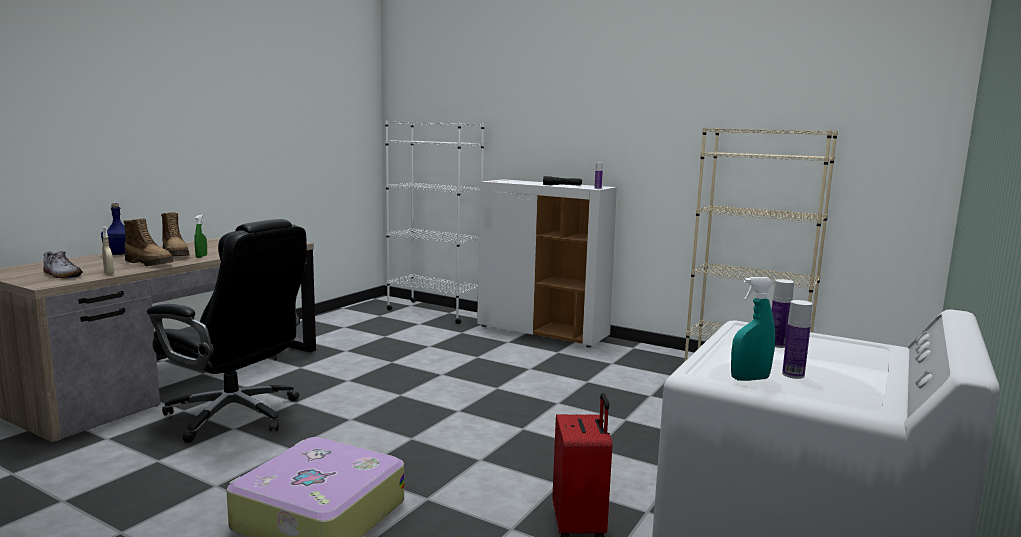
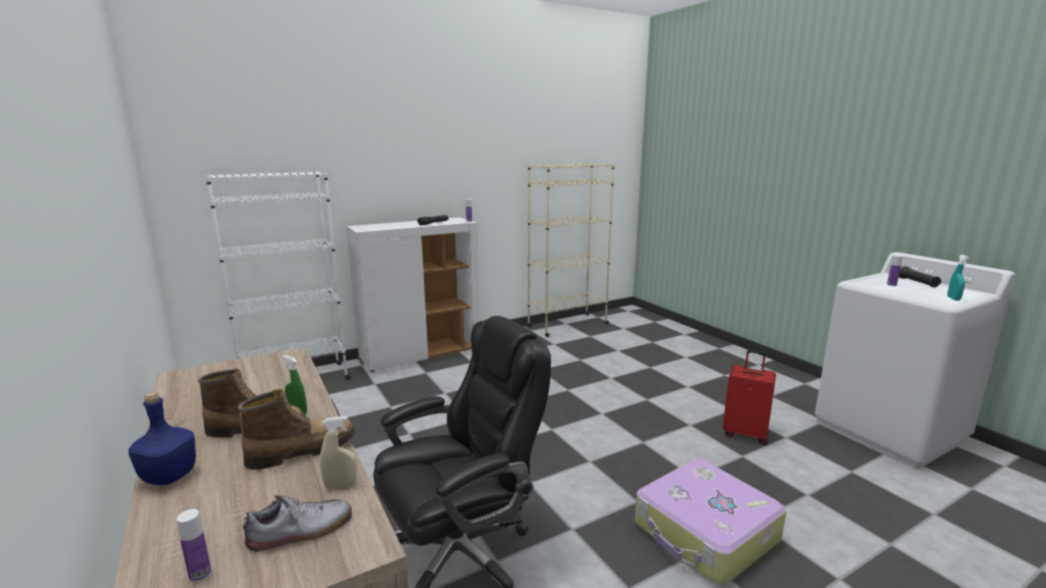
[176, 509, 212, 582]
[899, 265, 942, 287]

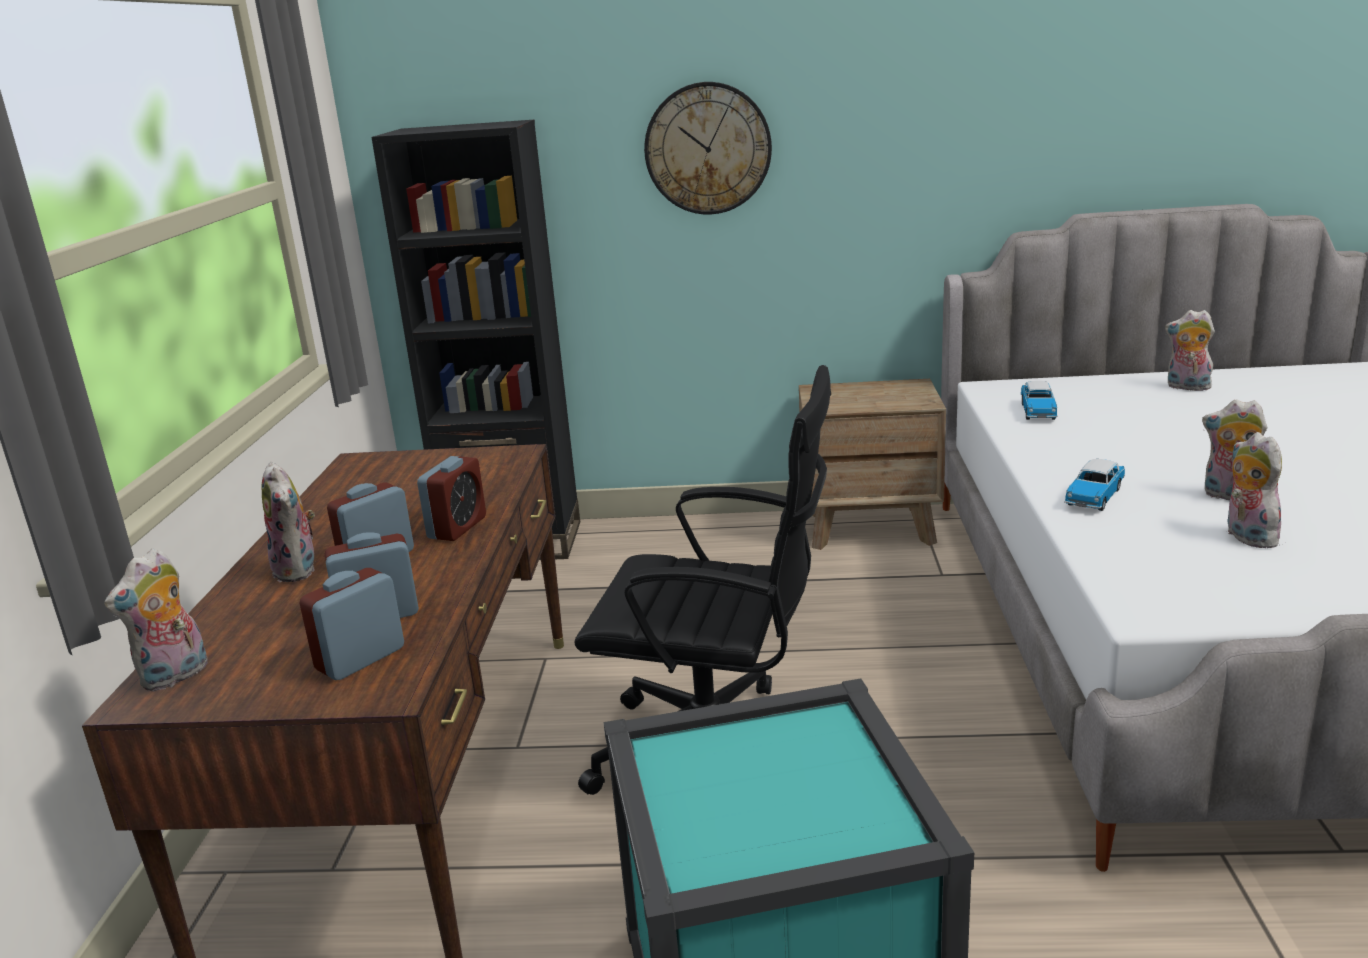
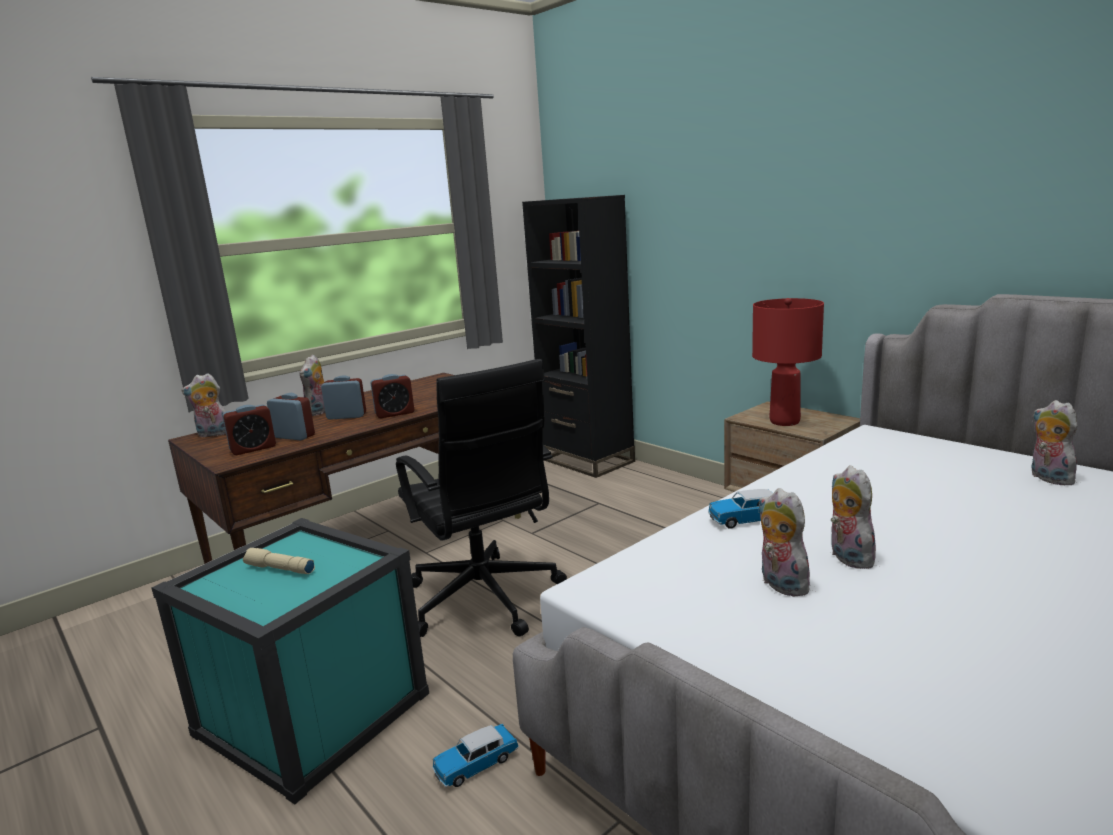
[222, 405, 276, 455]
[243, 548, 315, 574]
[432, 724, 519, 787]
[752, 298, 824, 426]
[758, 488, 810, 597]
[644, 82, 772, 214] (first image)

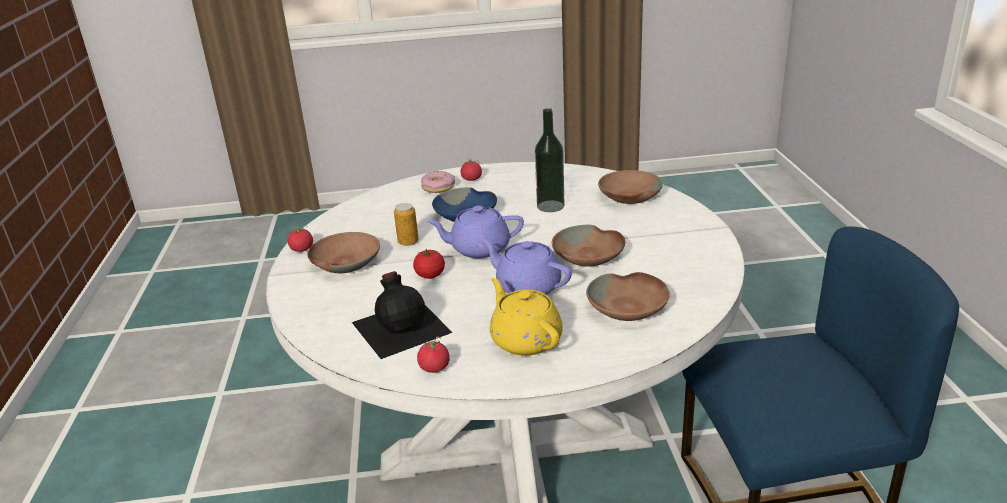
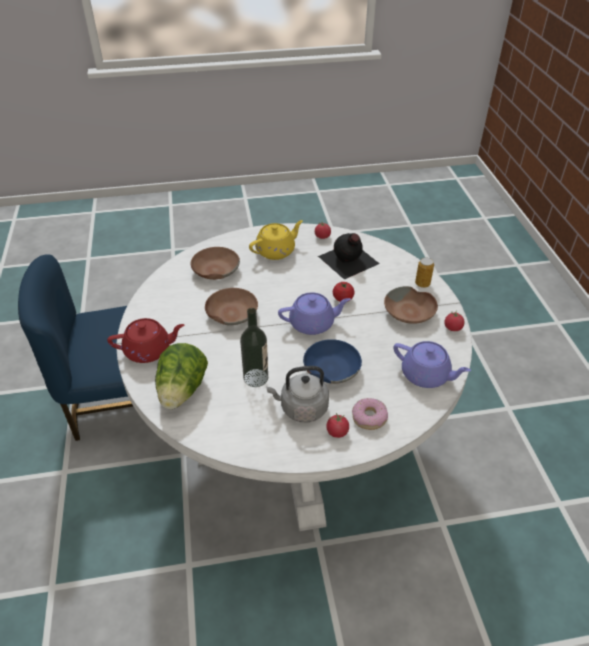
[107, 318, 184, 363]
[155, 343, 208, 409]
[249, 220, 303, 260]
[267, 366, 329, 422]
[394, 341, 471, 388]
[415, 257, 434, 288]

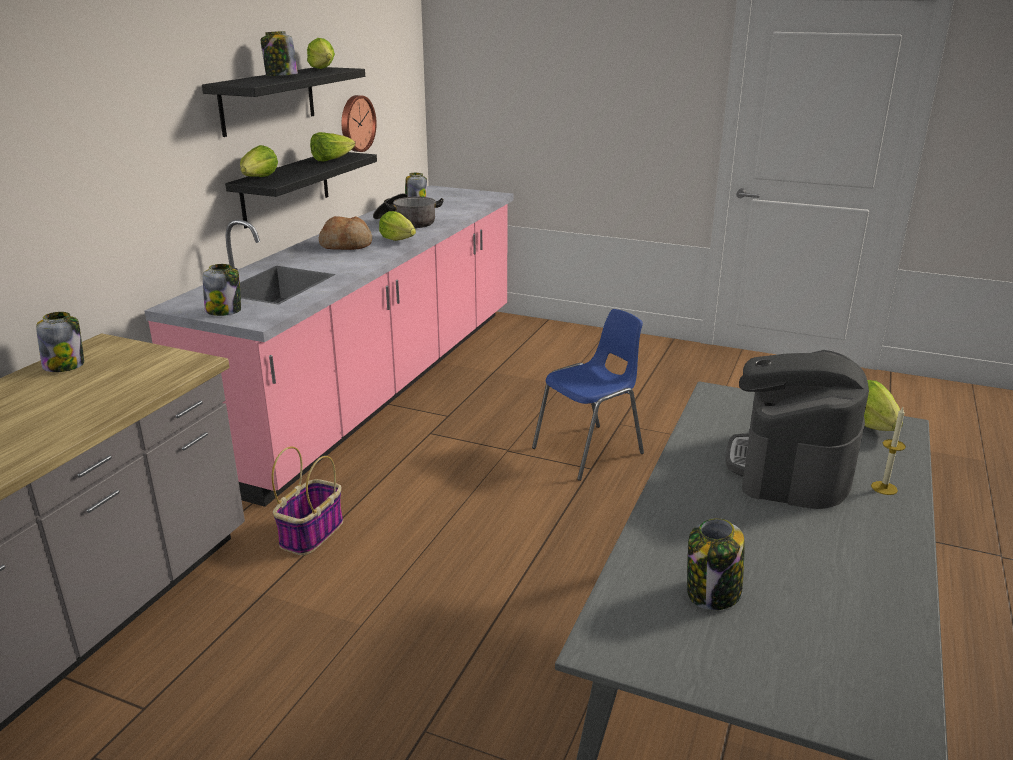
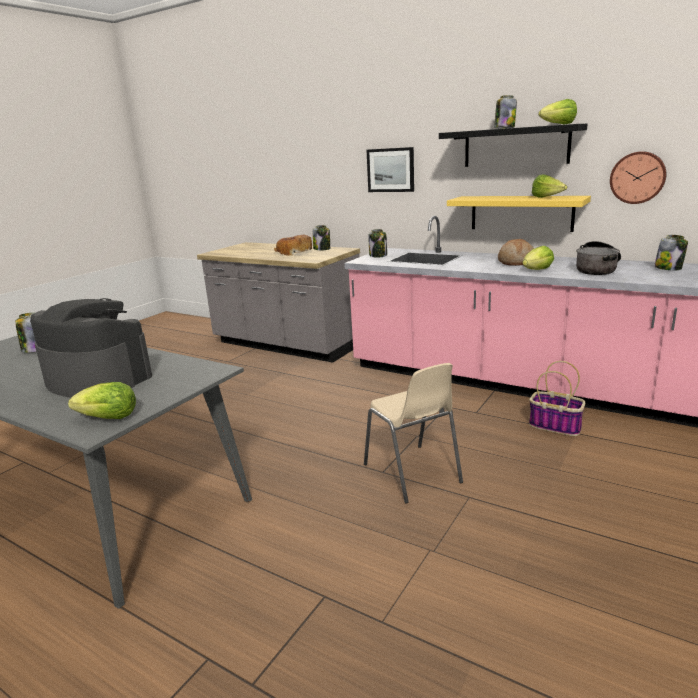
[274, 235, 312, 256]
[364, 363, 463, 504]
[367, 147, 414, 192]
[447, 196, 591, 232]
[529, 361, 585, 436]
[240, 145, 278, 177] (first image)
[871, 407, 906, 495] (first image)

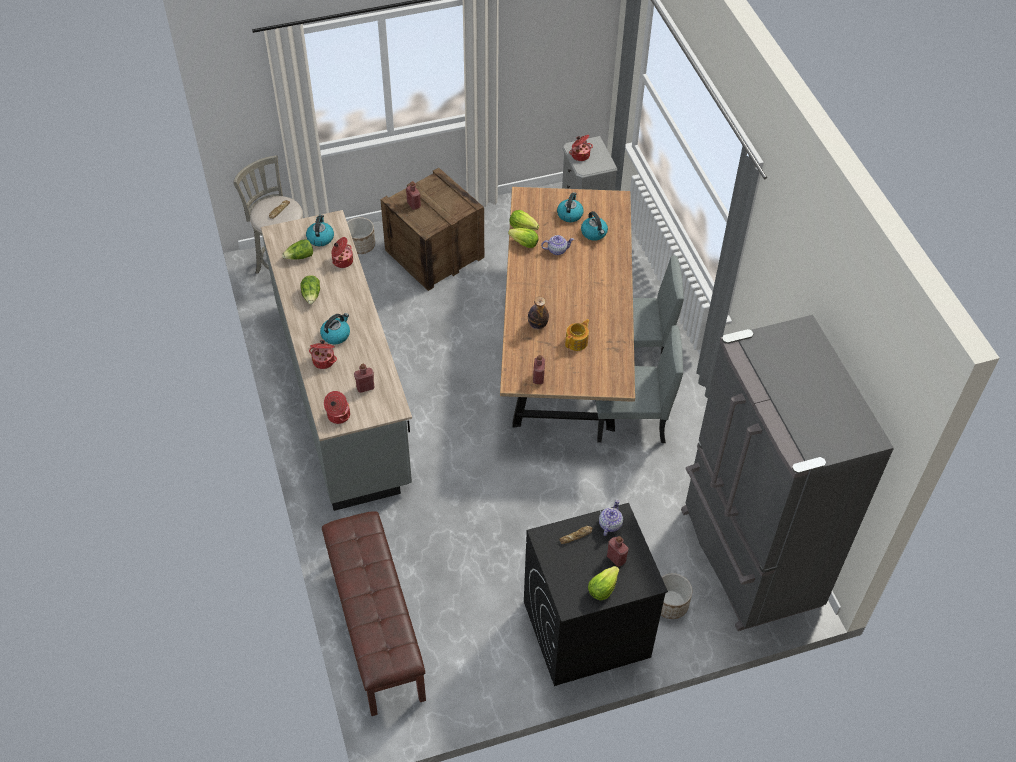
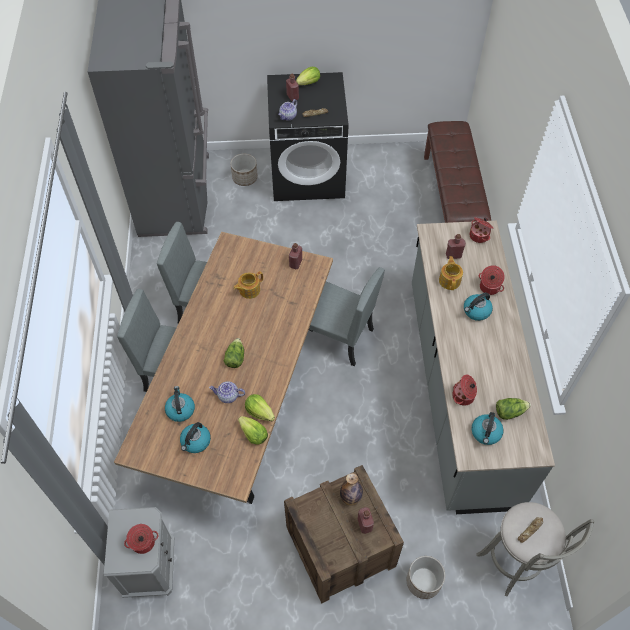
[223, 338, 244, 368]
[309, 267, 385, 366]
[340, 473, 363, 506]
[439, 256, 463, 290]

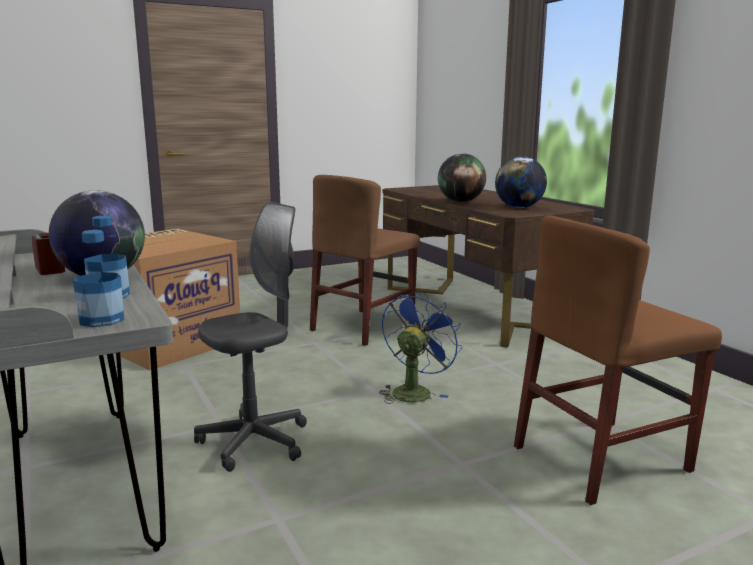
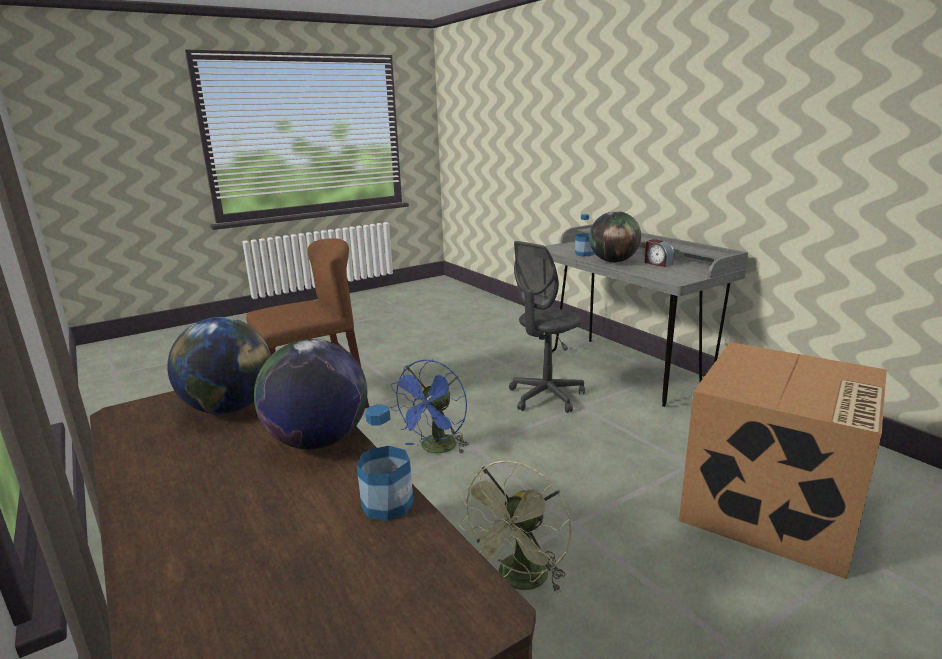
[357, 404, 414, 521]
[458, 461, 572, 593]

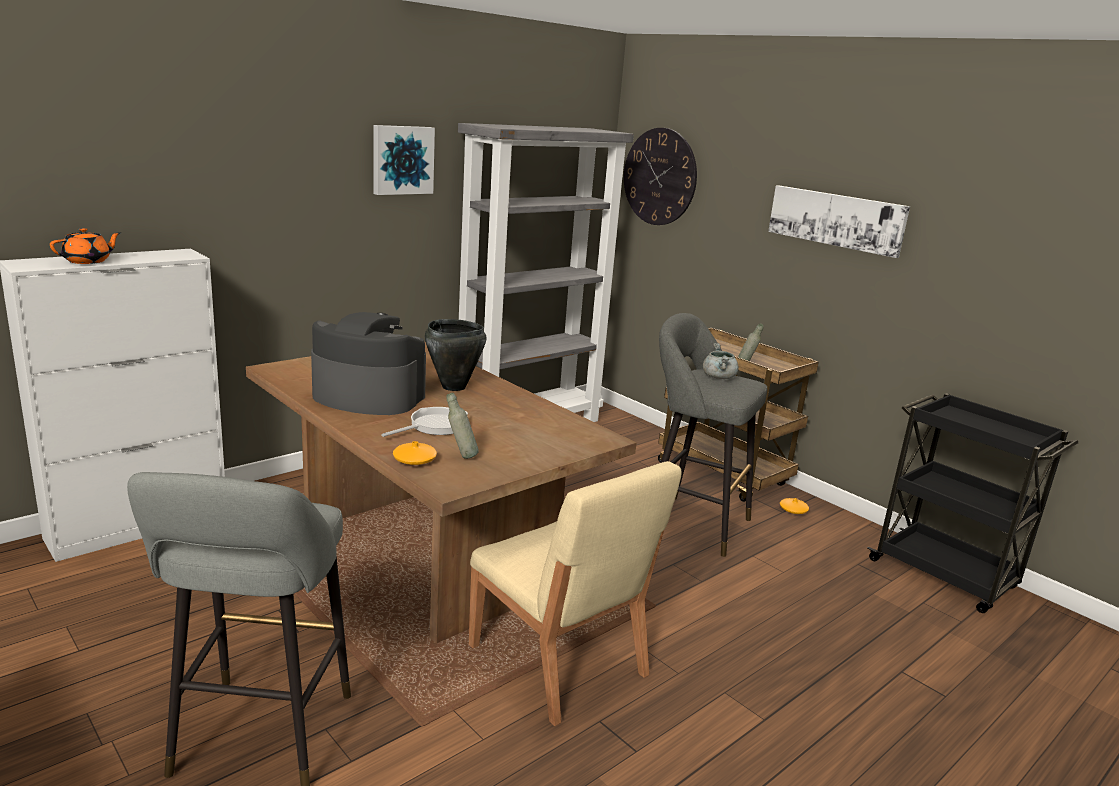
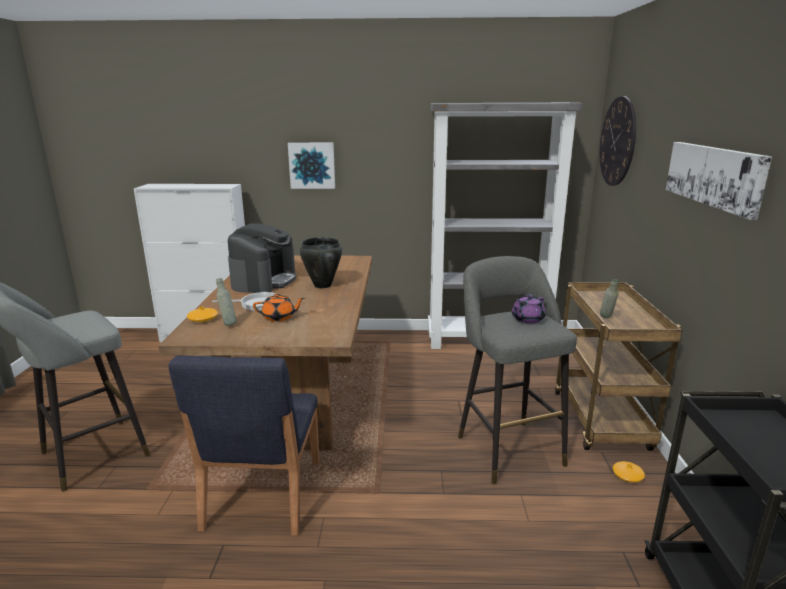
[168, 356, 320, 536]
[228, 223, 297, 293]
[253, 294, 305, 322]
[288, 143, 335, 189]
[512, 294, 546, 323]

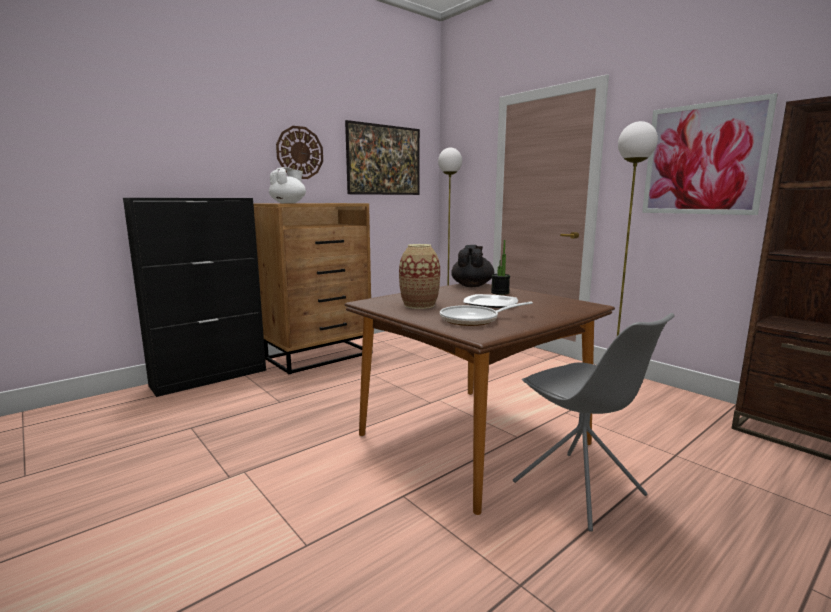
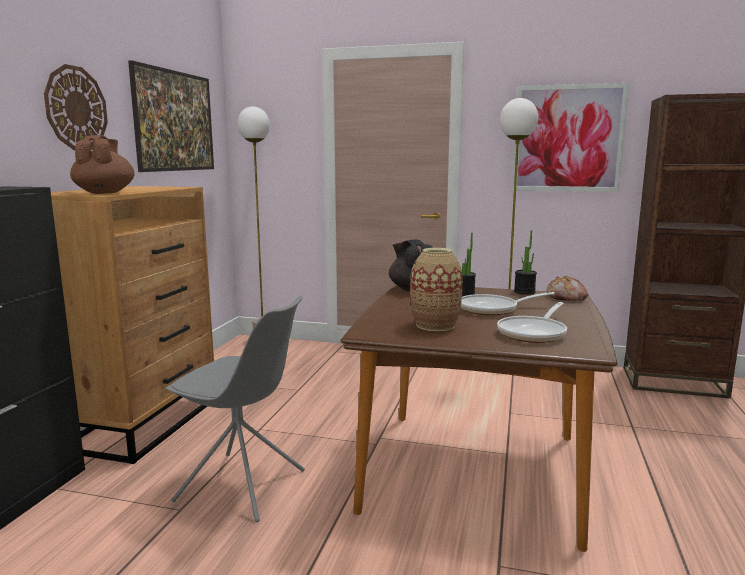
[70, 135, 135, 194]
[166, 296, 305, 522]
[461, 292, 555, 315]
[514, 230, 537, 295]
[547, 275, 589, 301]

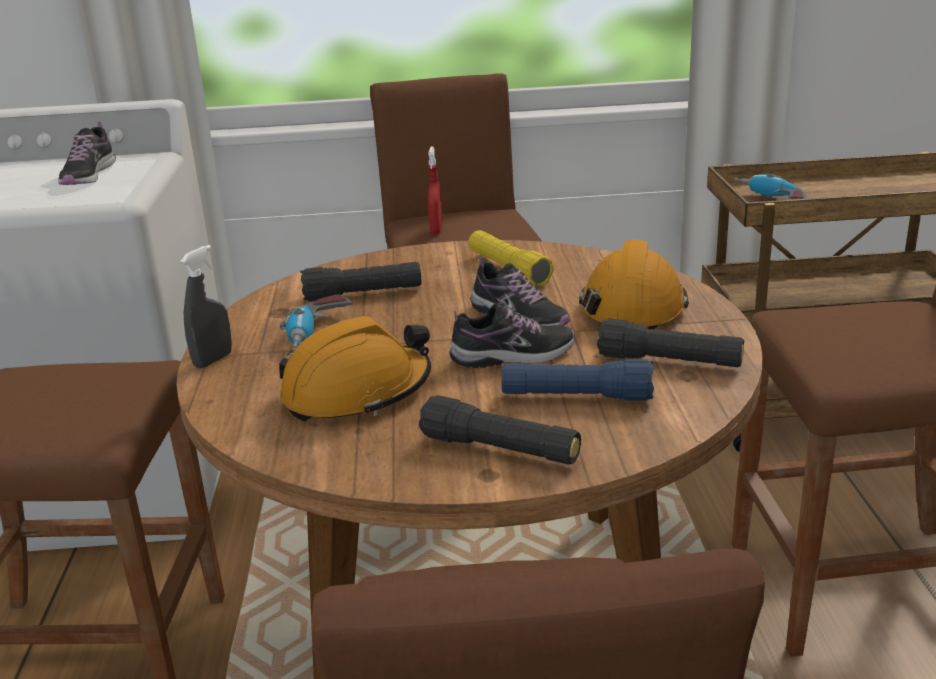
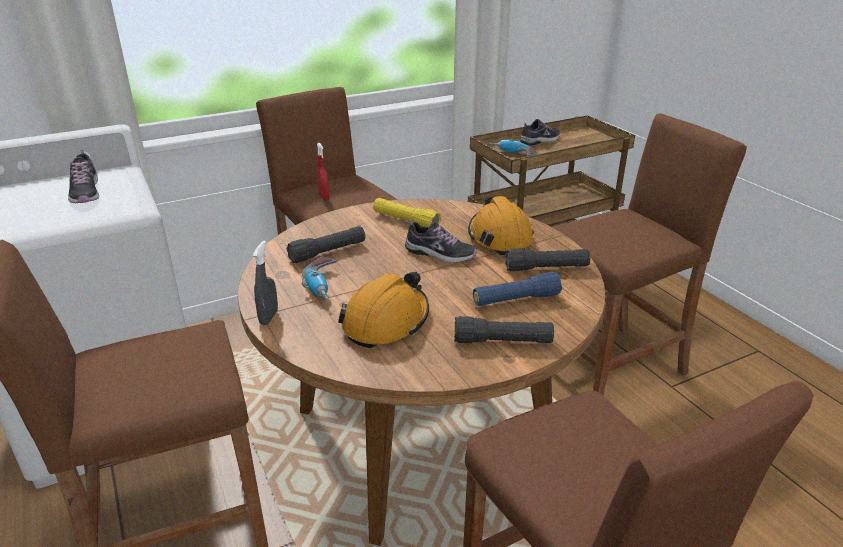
[520, 119, 560, 145]

